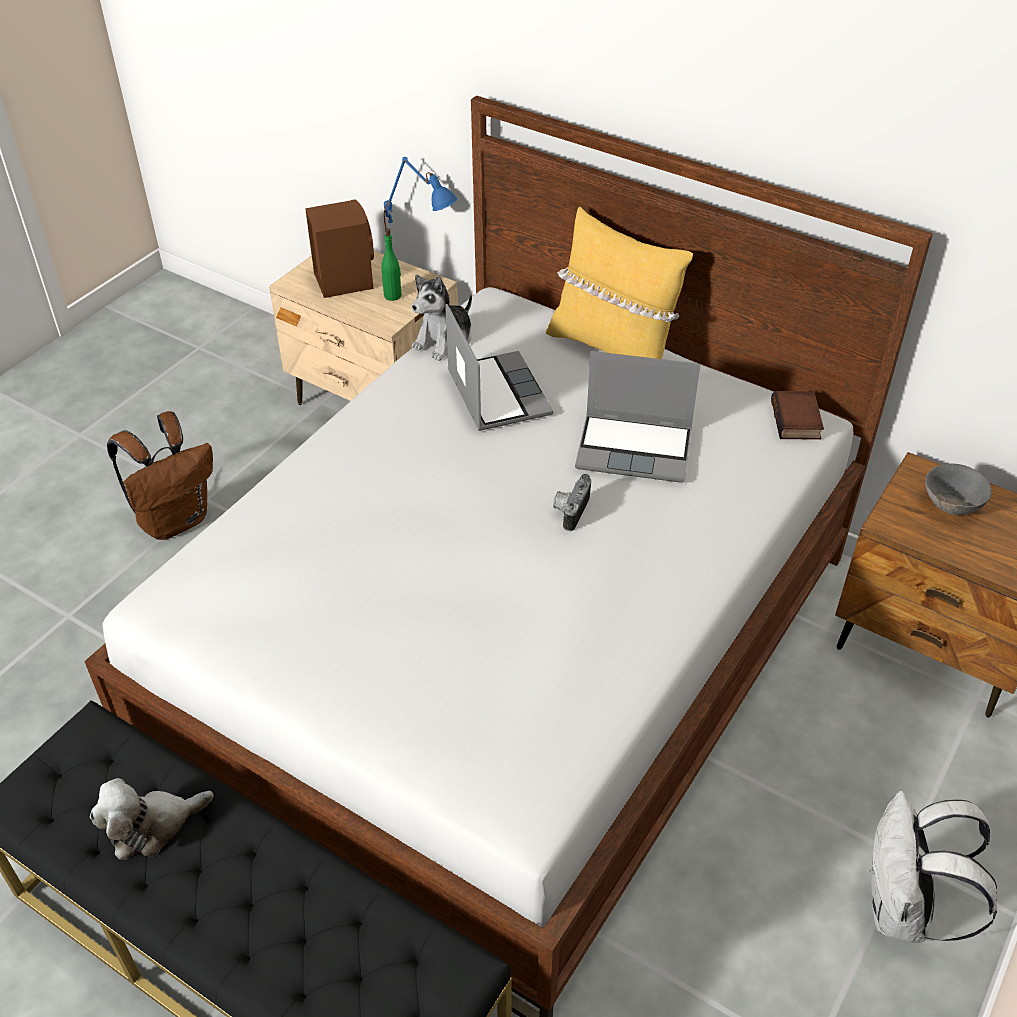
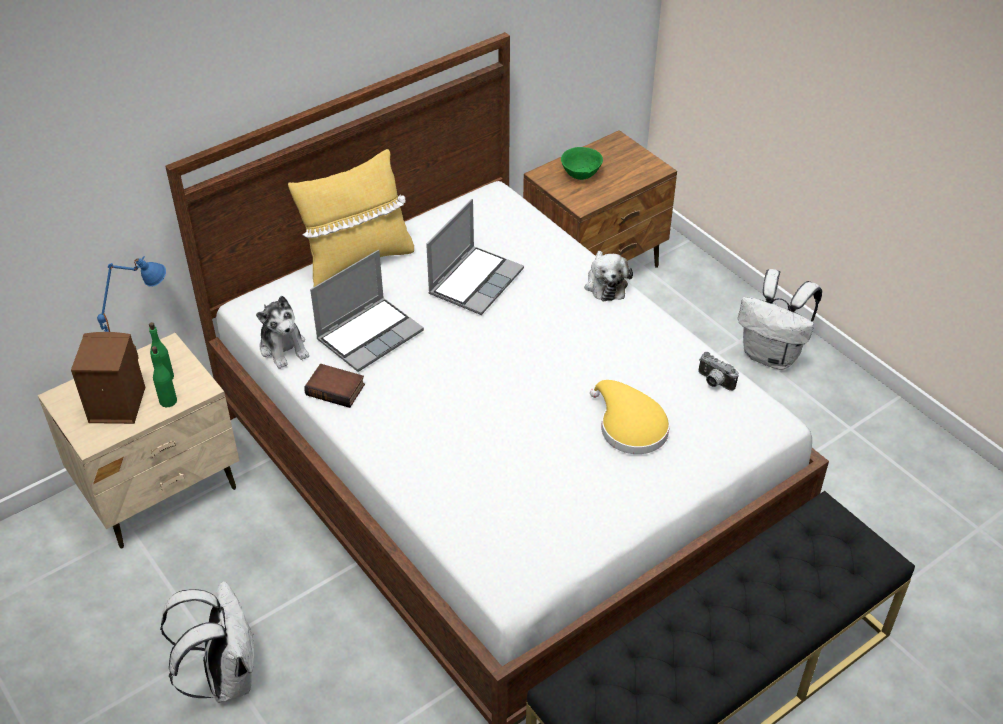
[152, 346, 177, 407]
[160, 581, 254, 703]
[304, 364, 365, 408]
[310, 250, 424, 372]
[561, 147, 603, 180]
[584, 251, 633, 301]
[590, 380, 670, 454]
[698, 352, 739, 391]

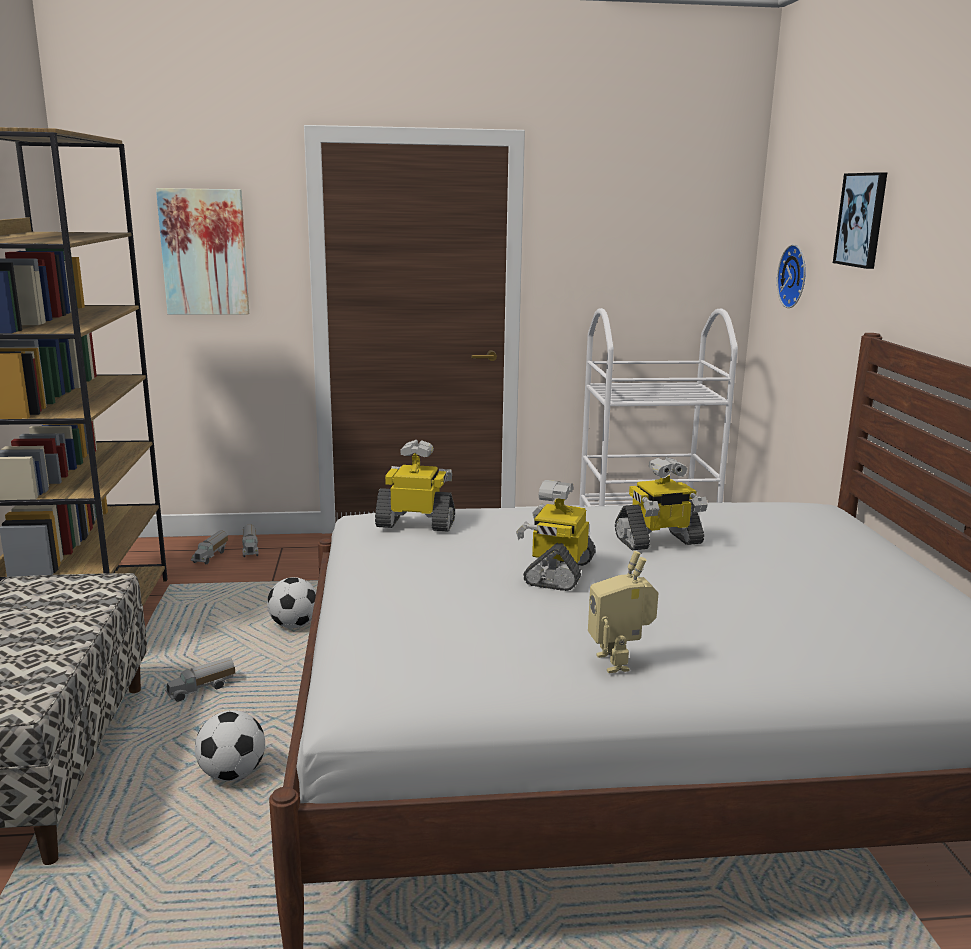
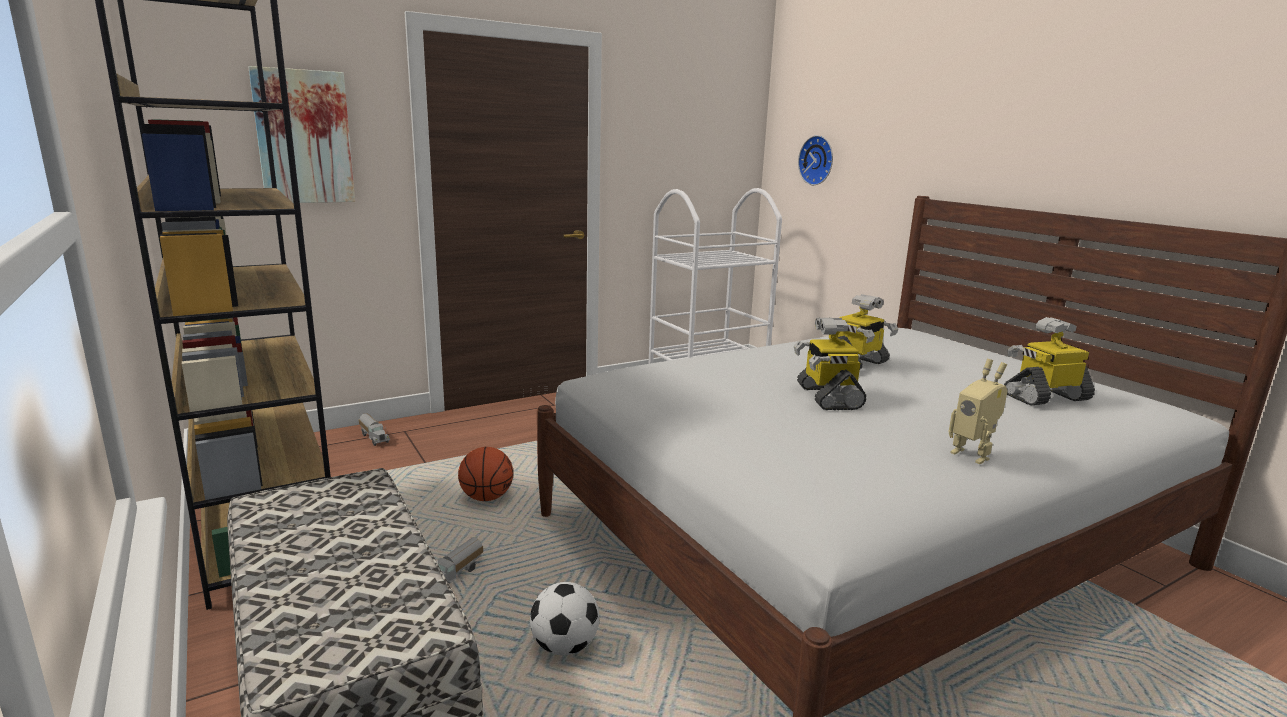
[458, 447, 513, 501]
[1004, 317, 1095, 405]
[191, 530, 228, 564] (first image)
[833, 172, 887, 269] (first image)

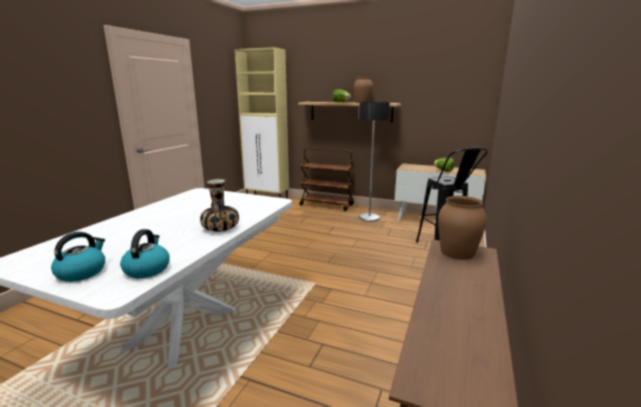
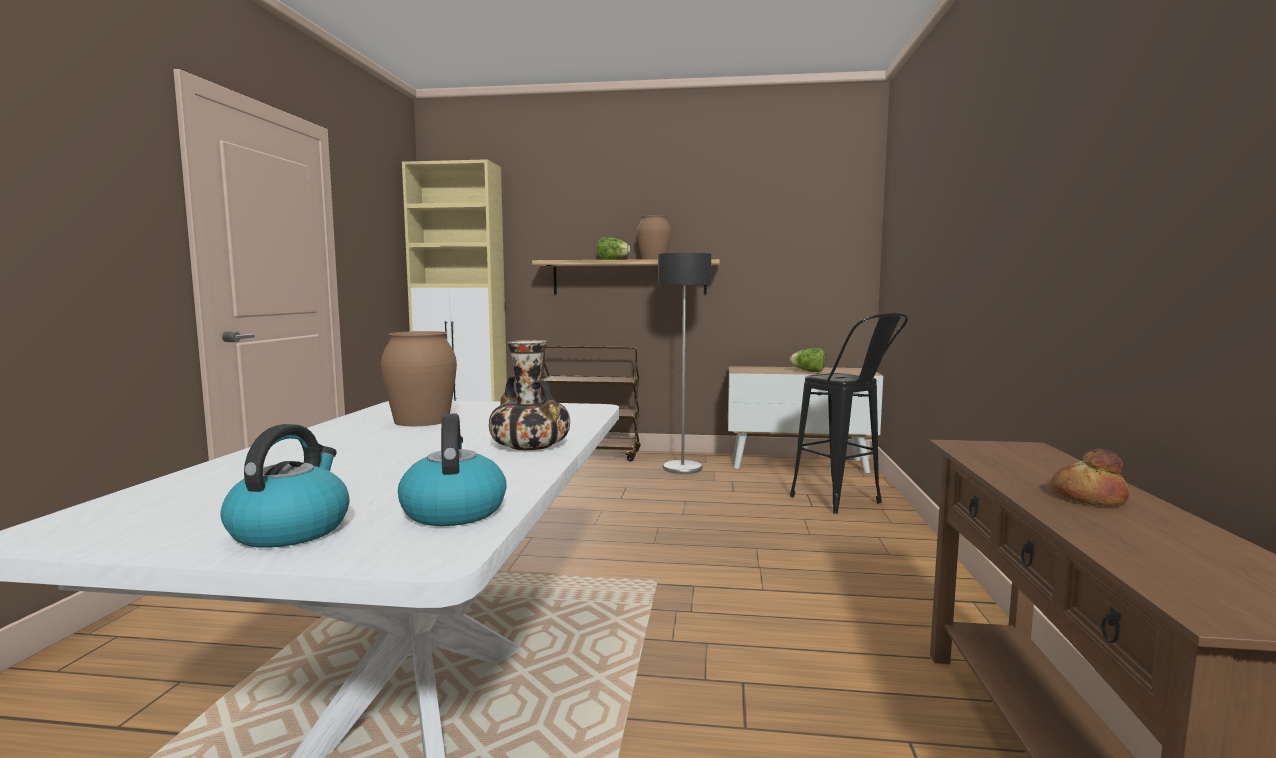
[381, 331, 457, 426]
[1050, 449, 1129, 506]

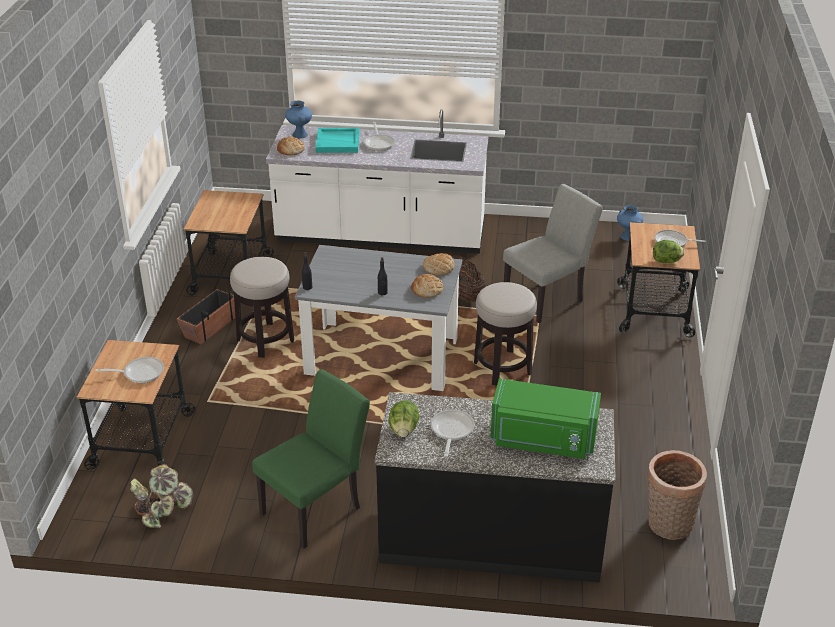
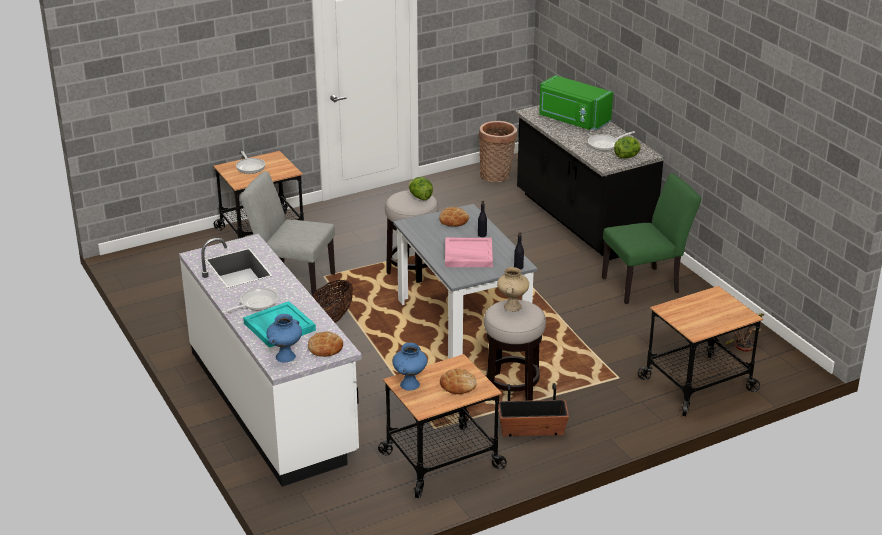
[393, 343, 427, 390]
[408, 177, 433, 200]
[440, 368, 477, 394]
[445, 238, 493, 267]
[497, 267, 529, 312]
[539, 75, 613, 130]
[602, 173, 701, 304]
[95, 357, 164, 383] (first image)

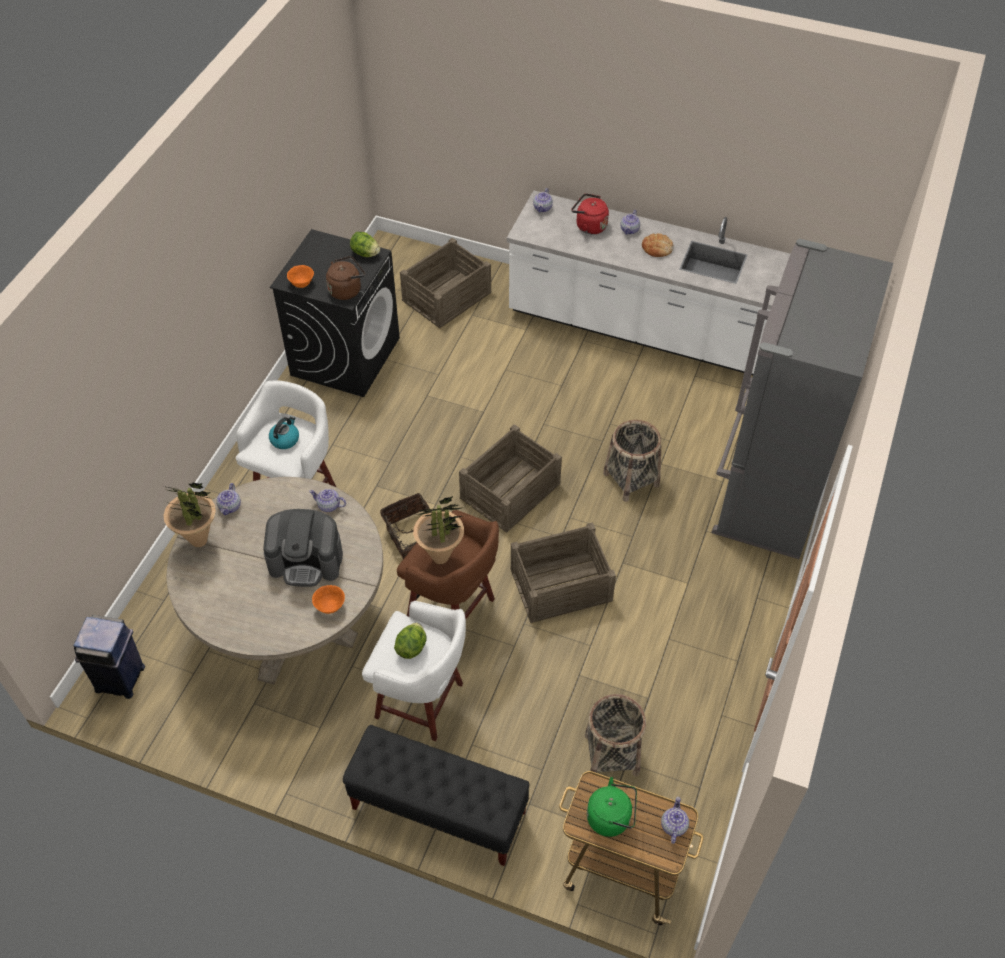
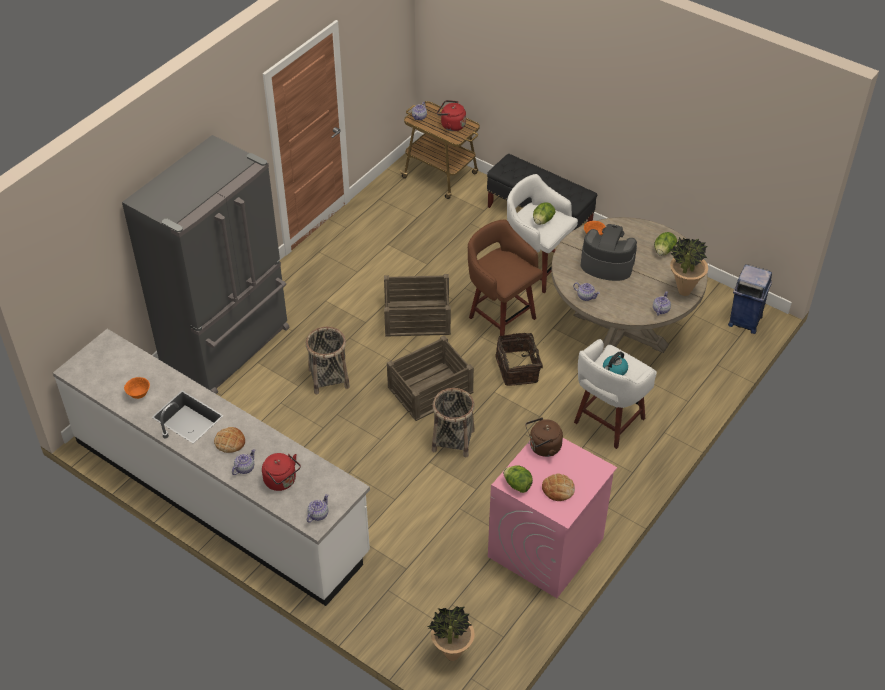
[124, 377, 150, 399]
[427, 606, 475, 661]
[432, 388, 475, 458]
[437, 100, 466, 131]
[488, 438, 617, 598]
[542, 473, 575, 501]
[654, 232, 677, 256]
[400, 238, 491, 328] (first image)

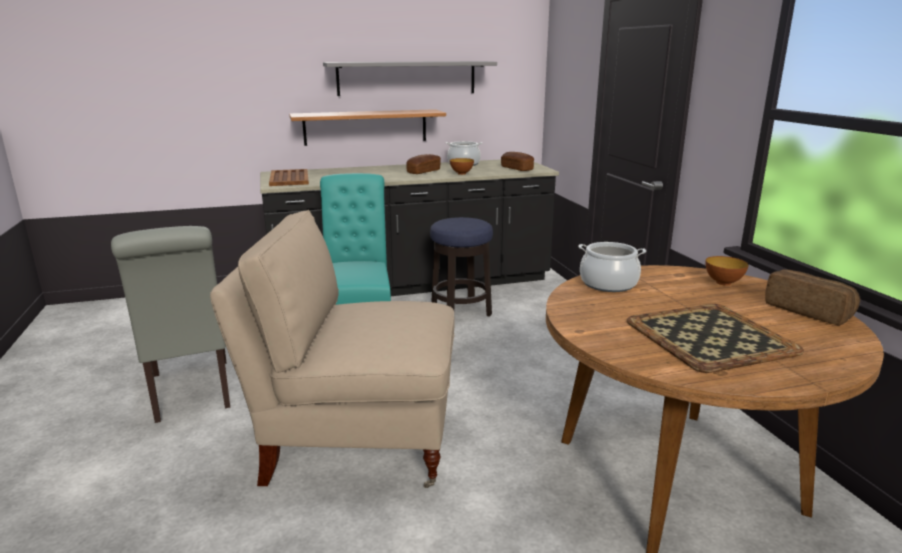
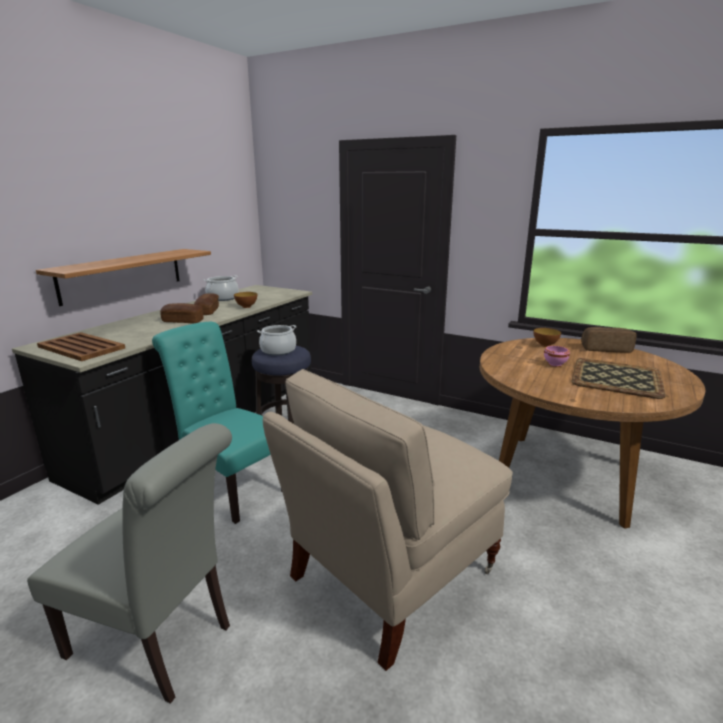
[160, 303, 203, 324]
[257, 325, 296, 356]
[544, 346, 570, 367]
[323, 61, 497, 96] (first image)

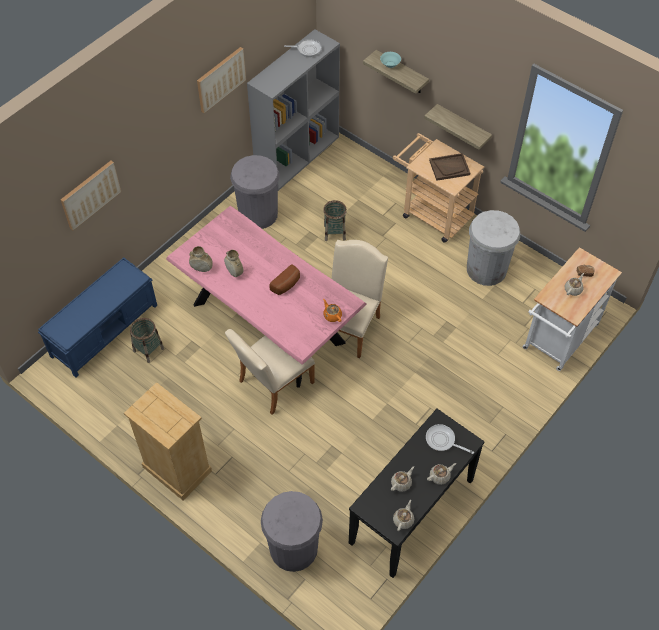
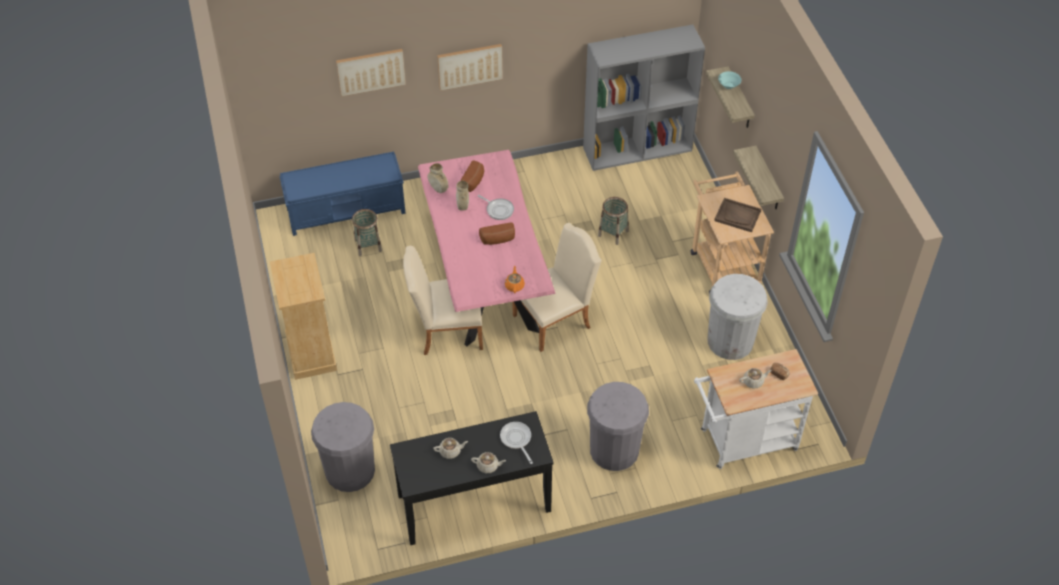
[437, 44, 503, 91]
[460, 160, 484, 192]
[478, 195, 514, 220]
[587, 382, 649, 471]
[393, 500, 414, 531] (first image)

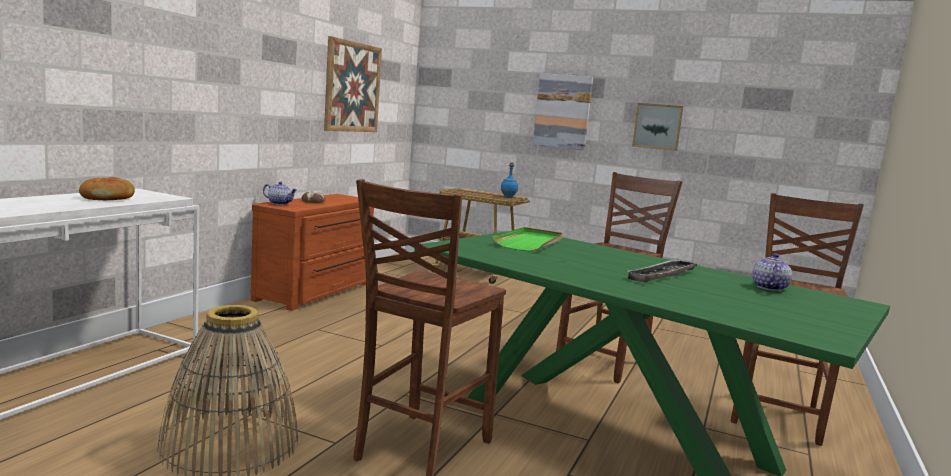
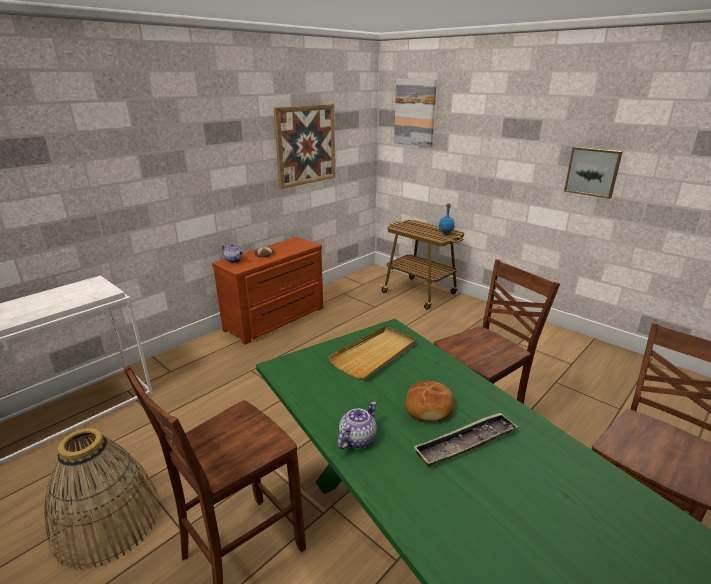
[329, 326, 416, 379]
[338, 402, 377, 449]
[394, 79, 437, 148]
[405, 381, 454, 422]

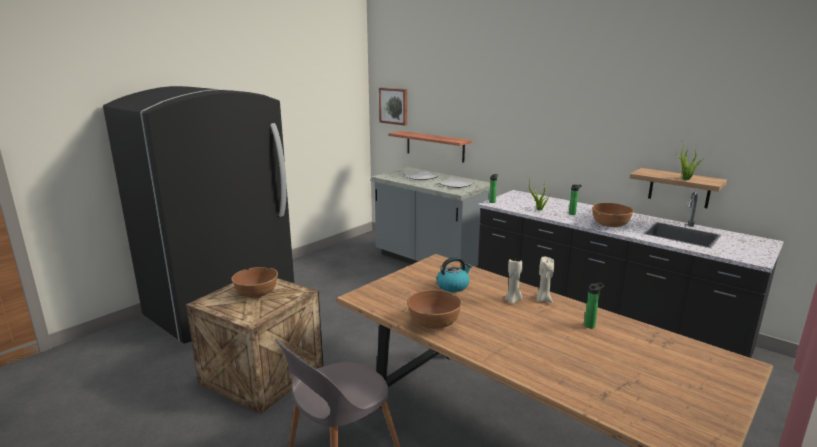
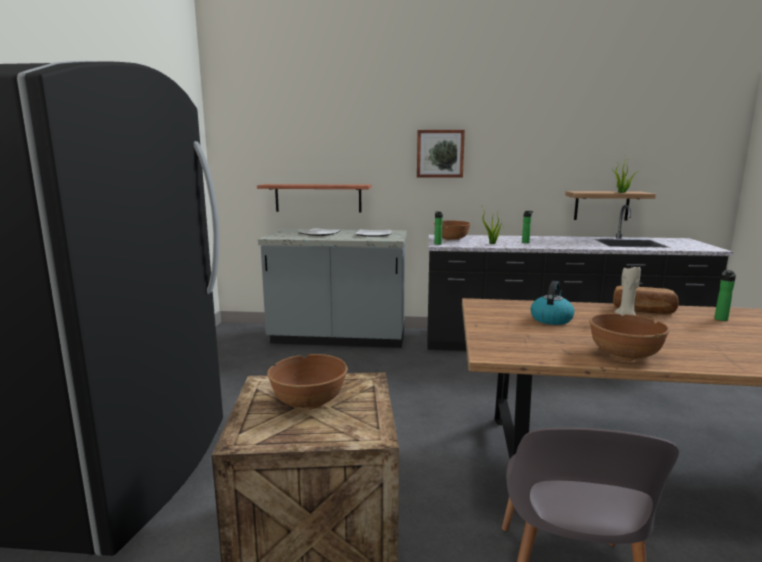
[417, 130, 465, 178]
[434, 220, 471, 241]
[613, 286, 679, 314]

